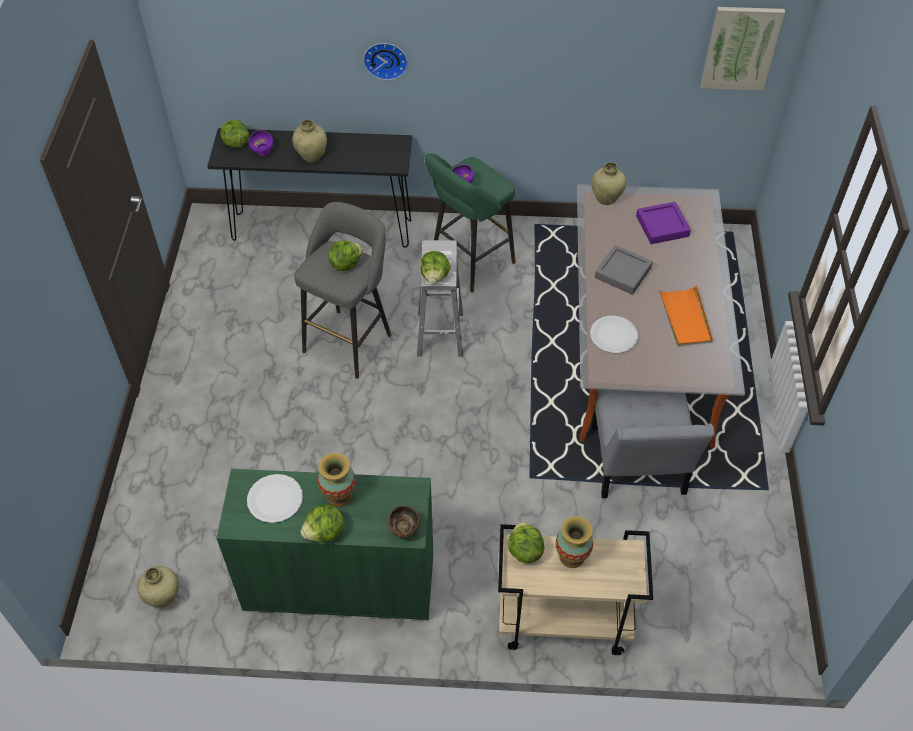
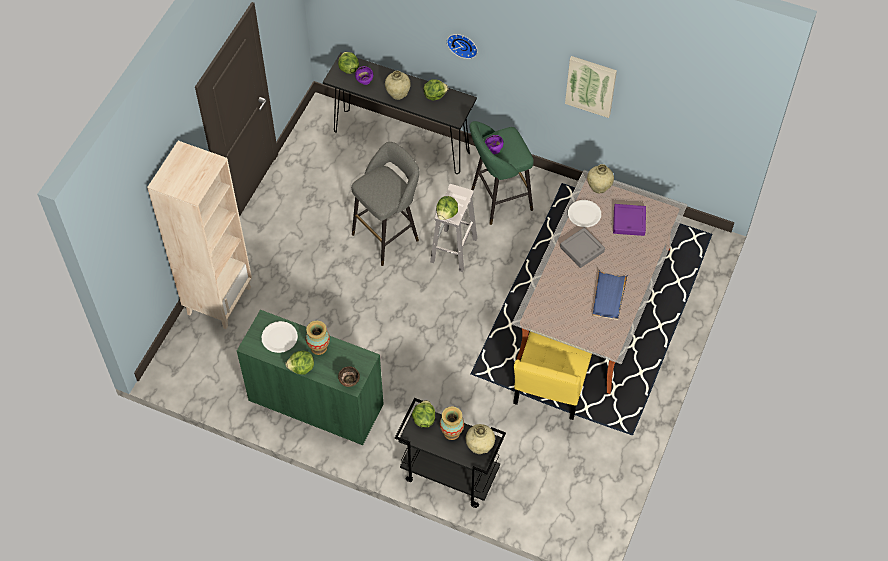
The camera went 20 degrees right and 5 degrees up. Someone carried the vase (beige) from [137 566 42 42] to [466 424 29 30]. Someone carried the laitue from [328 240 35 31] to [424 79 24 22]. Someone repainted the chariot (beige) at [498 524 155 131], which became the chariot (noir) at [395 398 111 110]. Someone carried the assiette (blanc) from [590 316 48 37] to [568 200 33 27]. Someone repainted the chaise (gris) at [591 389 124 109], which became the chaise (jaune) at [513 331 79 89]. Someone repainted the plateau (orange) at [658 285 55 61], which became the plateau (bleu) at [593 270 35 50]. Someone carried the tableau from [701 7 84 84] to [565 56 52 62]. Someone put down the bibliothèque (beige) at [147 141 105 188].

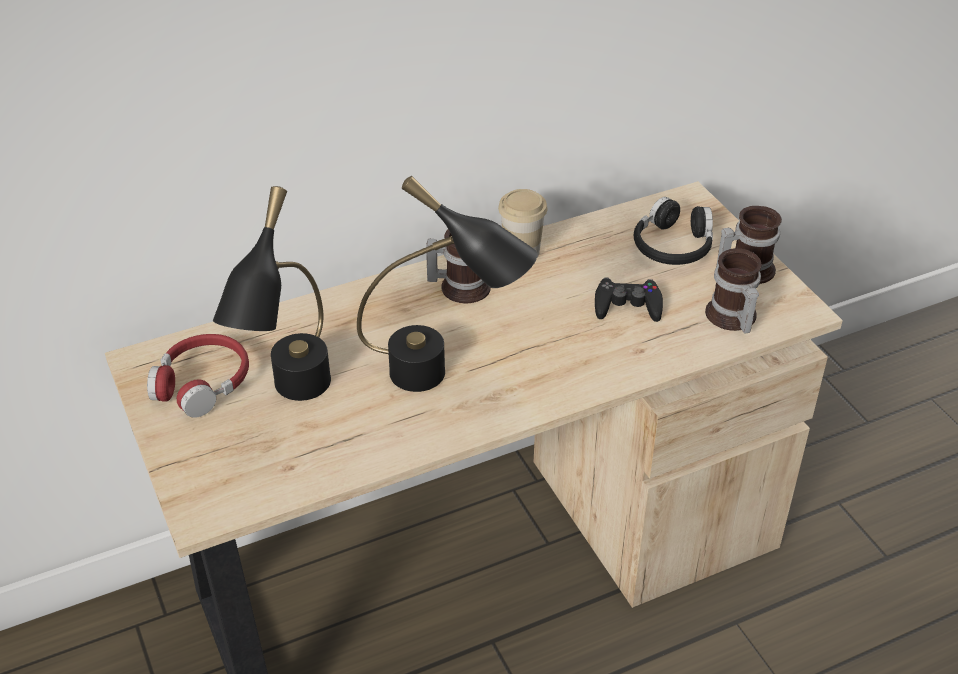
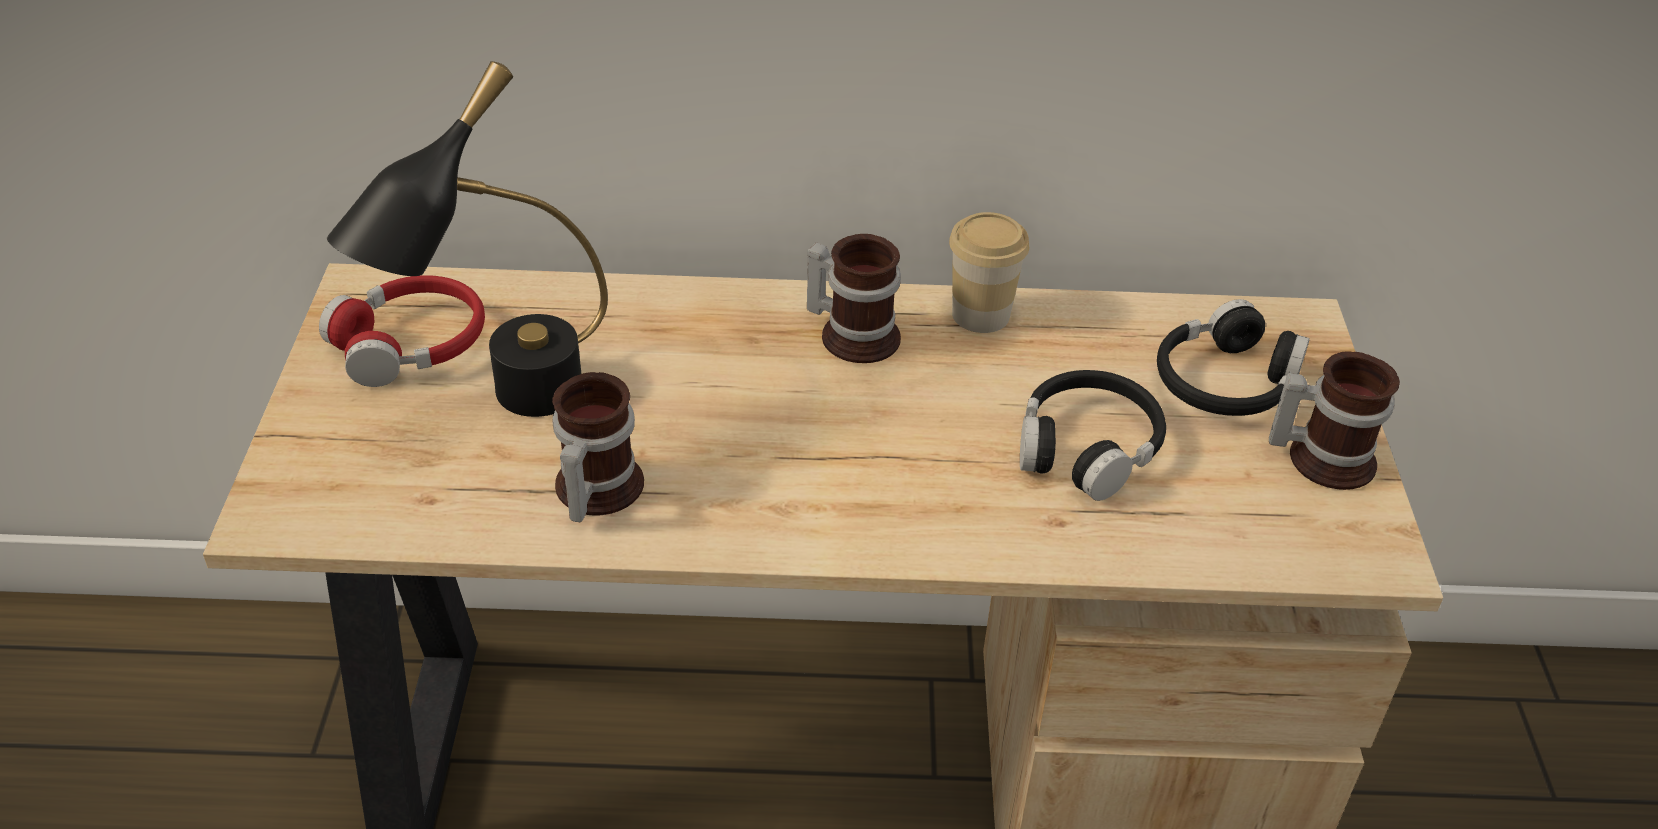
The camera went 25 degrees right and 0 degrees up. Someone took away the lampe de table (noir) at [357 176 181 216]. Someone swapped the manette (noir) at [595 277 68 45] for the casque audio (noir) at [1020 370 146 131]. Someone carried the mug from [705 248 57 85] to [552 372 92 150].

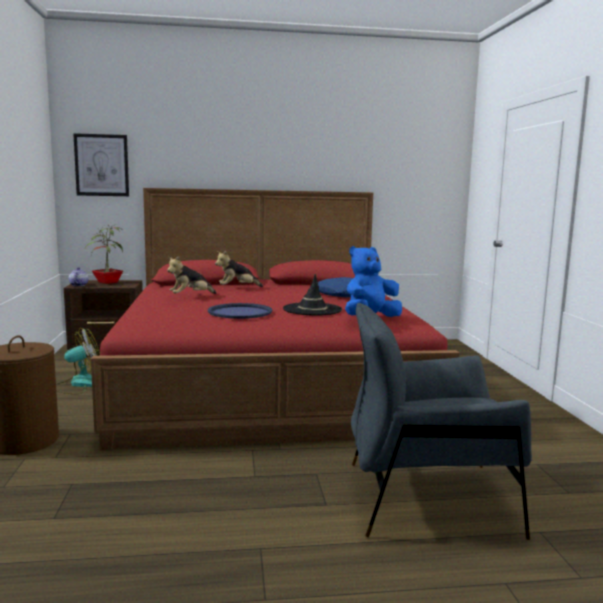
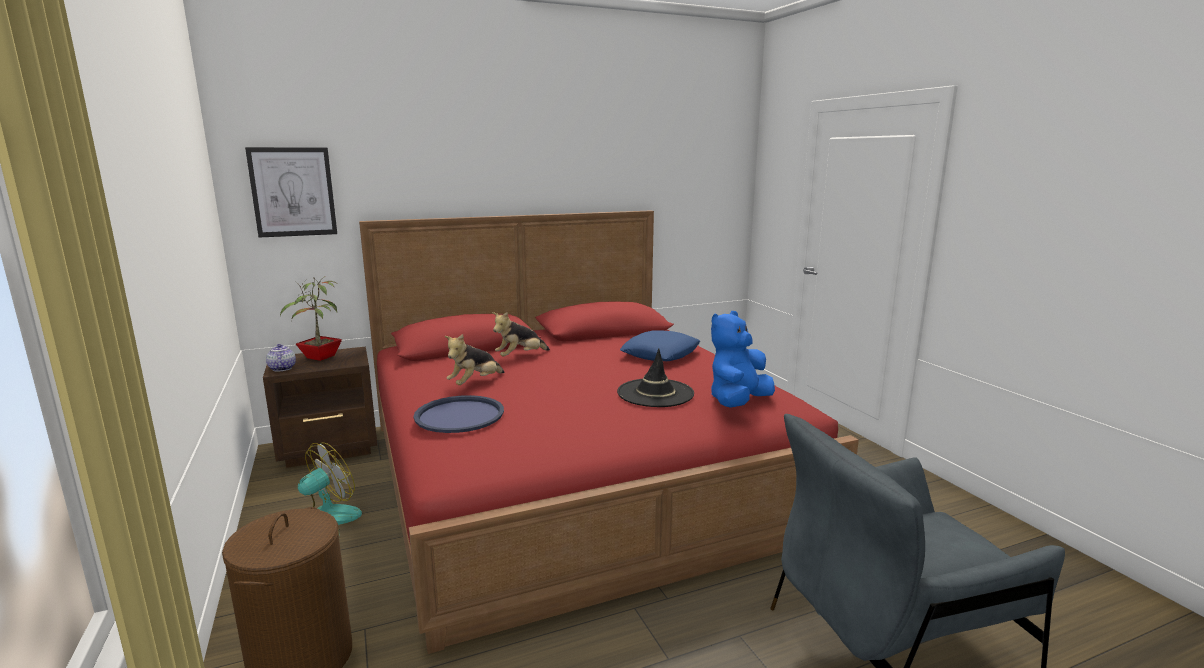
The camera went 15 degrees left and 5 degrees up. Someone carried the plateau (bleu) from [208 303 65 16] to [414 395 90 38].

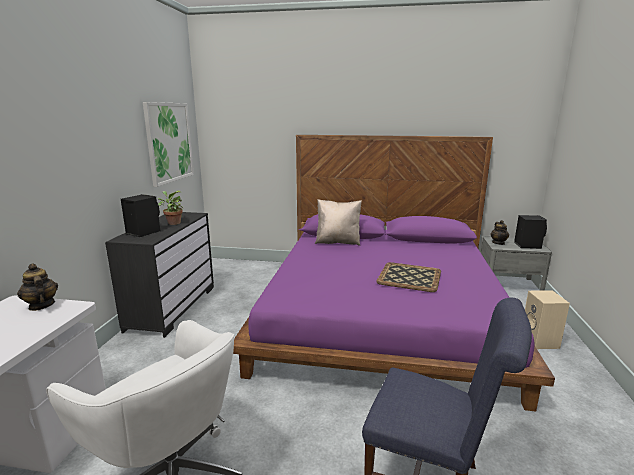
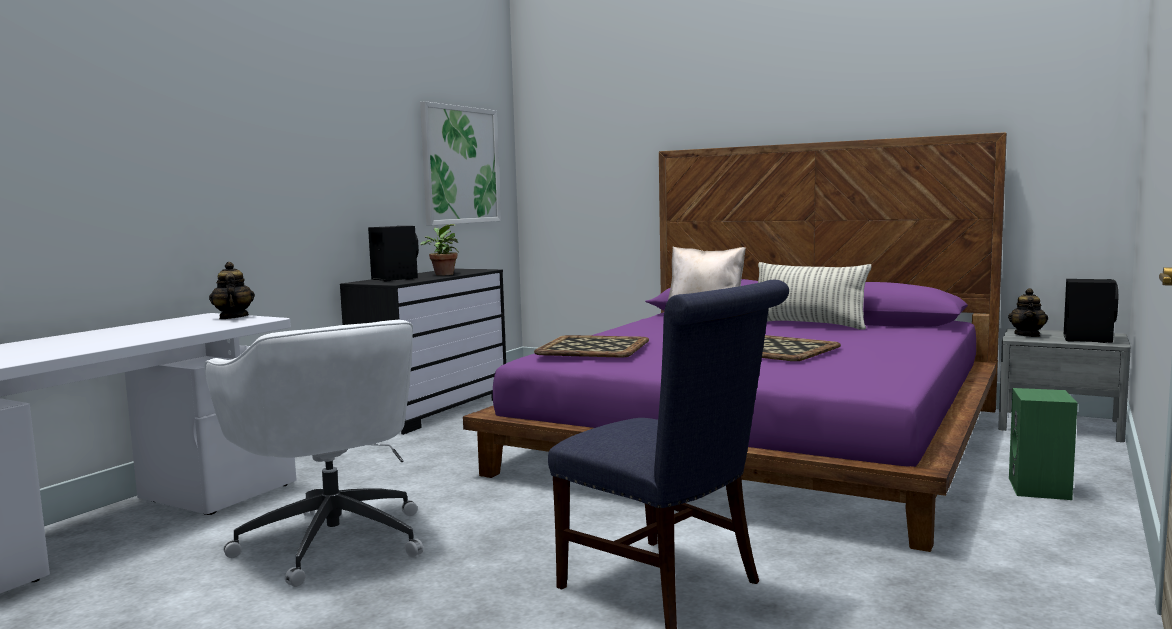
The camera went 20 degrees right and 10 degrees down. Someone repainted the enceinte (beige) at [525 290 45 59], which became the enceinte (vert) at [1009 388 68 112]. Someone put down the plateau at [534 335 115 23]. Someone put down the coussin at [758 262 113 68].

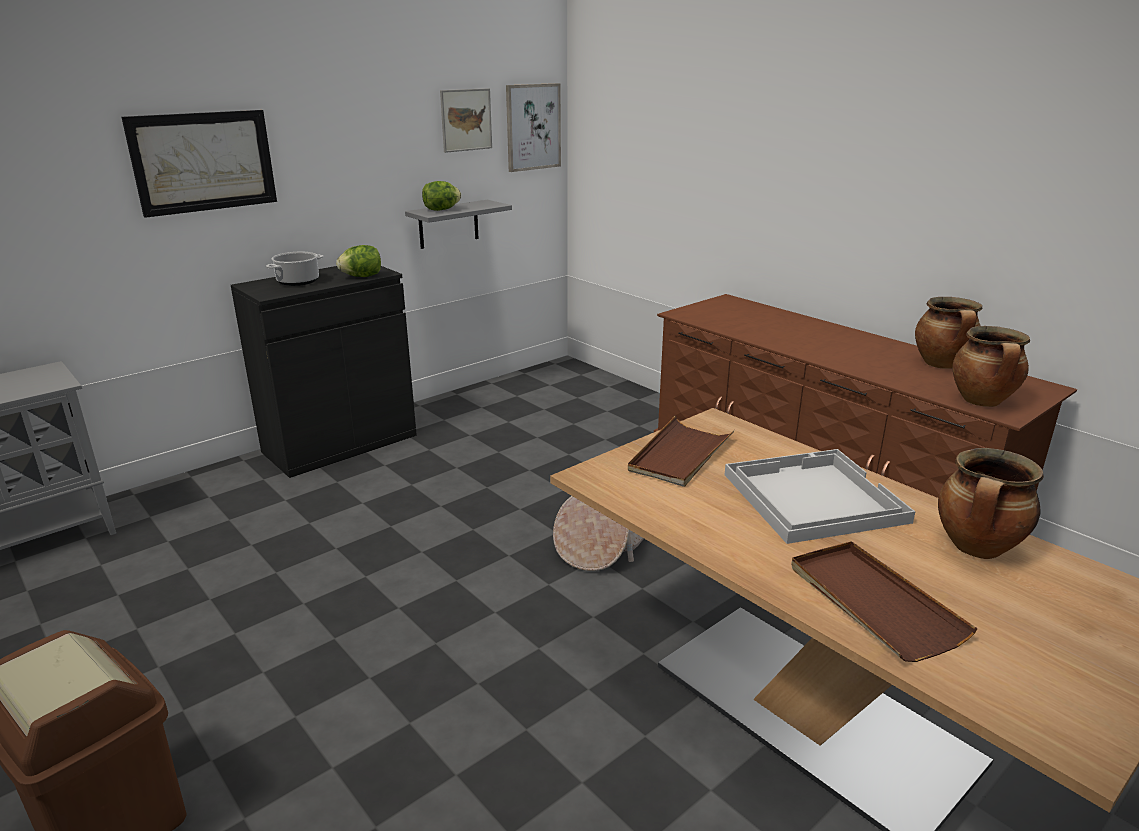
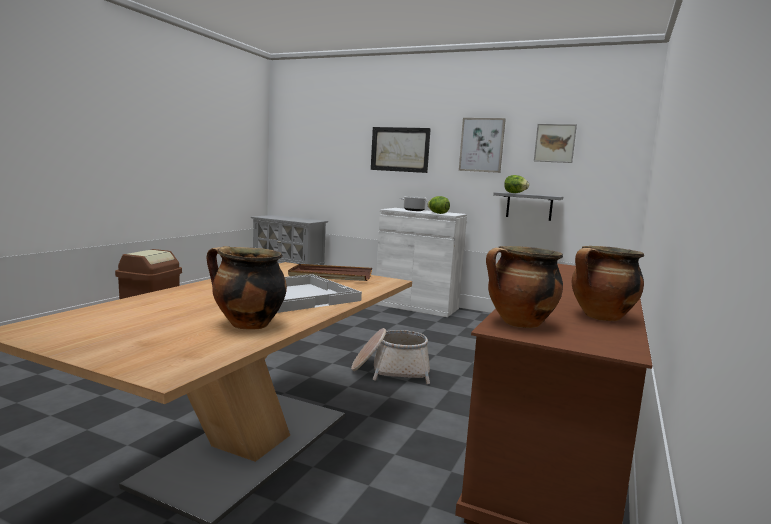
The camera went 65 degrees right and 15 degrees down. Someone repainted the meuble de rangement (noir) at [231 266 186 212], which became the meuble de rangement (blanc) at [375 208 92 109]. Someone carried the tableau from [506 83 55 89] to [459 118 47 55]. Someone took away the plateau (marron) at [791 541 187 121].

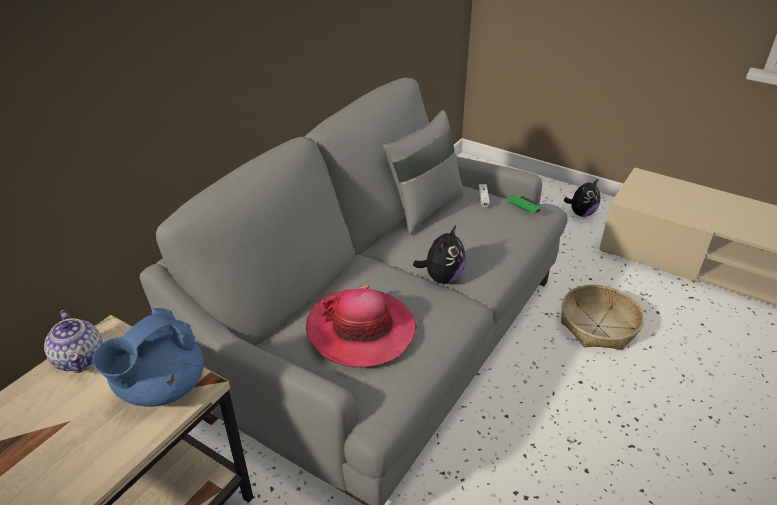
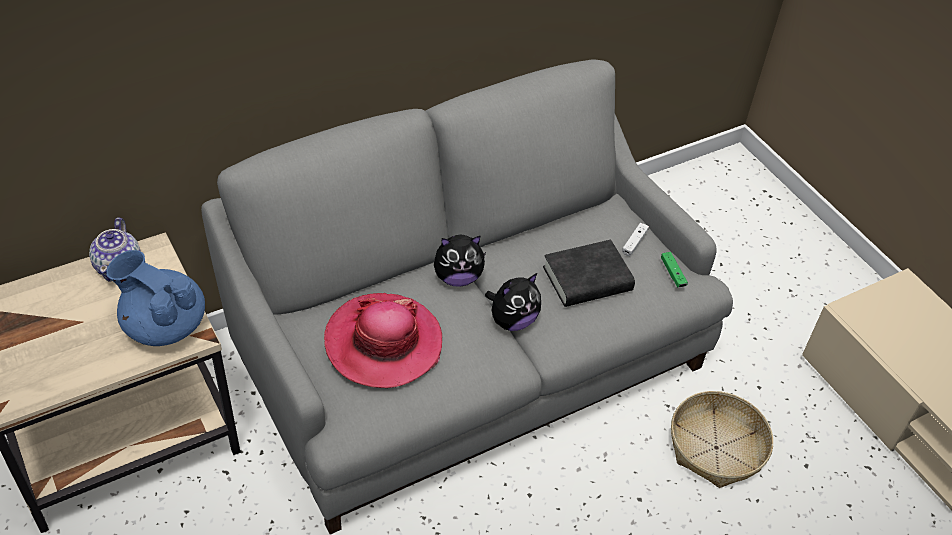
The camera went 25 degrees right and 10 degrees up. Someone rotated the théière (bleu) at [93 308 111 99] by 60 degrees clockwise. Someone took away the coussin (gris) at [383 110 81 125]. Someone carried the peluche from [564 179 37 38] to [434 235 52 52]. Someone put down the livre (noir) at [543 240 92 67].

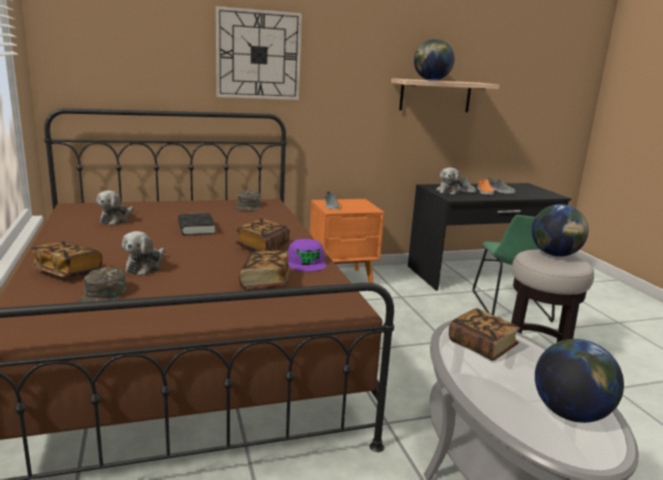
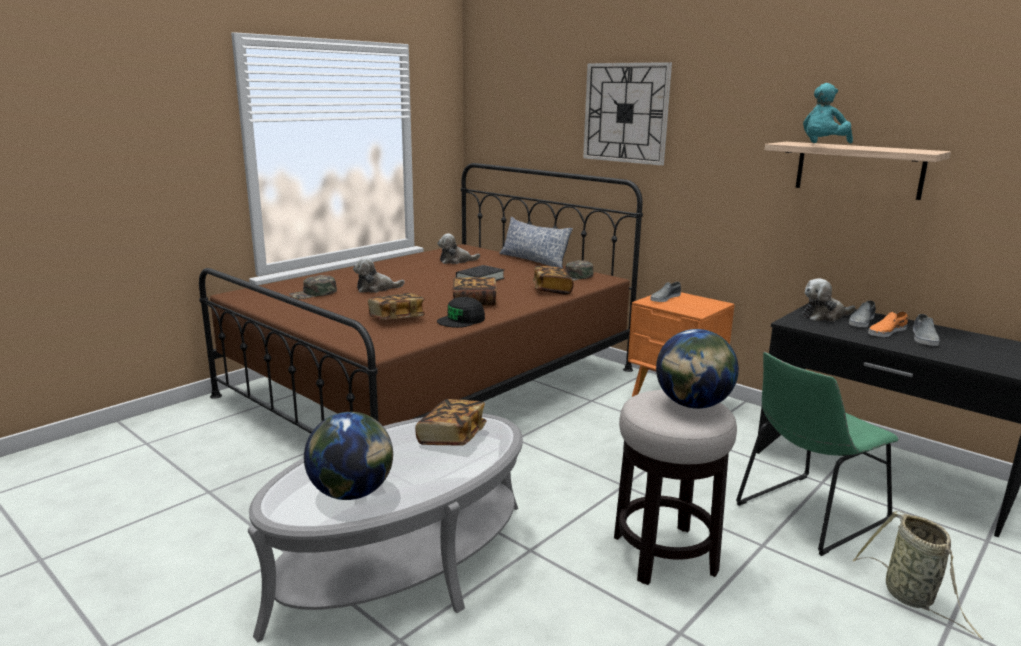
The camera went 60 degrees right and 0 degrees up. Someone carried the livre from [30 241 72 37] to [533 266 41 29]. Someone repainted the casquette (violet) at [288 239 38 33], which became the casquette (noir) at [437 297 48 31]. Someone swapped the globe at [414 39 41 42] for the peluche (turquoise) at [803 83 50 60]. Someone put down the coussin at [499 217 74 51]. Someone put down the panier at [853 511 131 129].

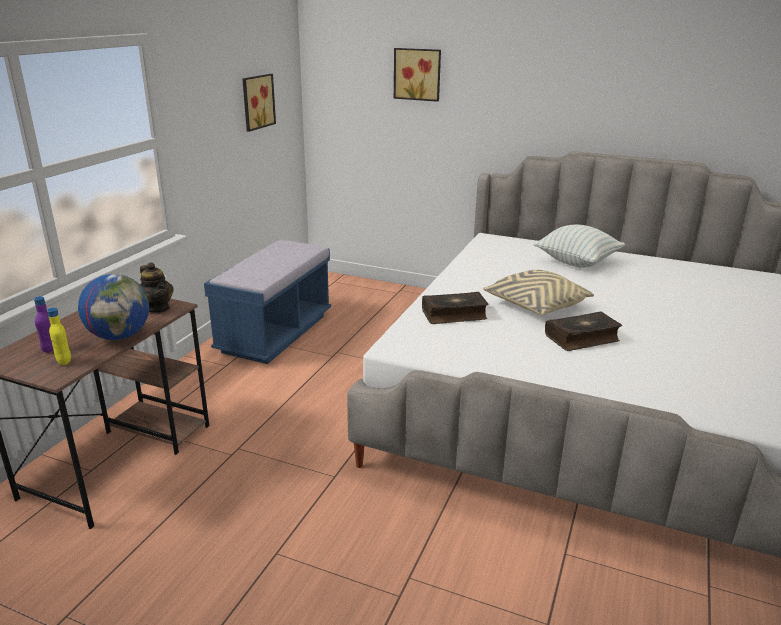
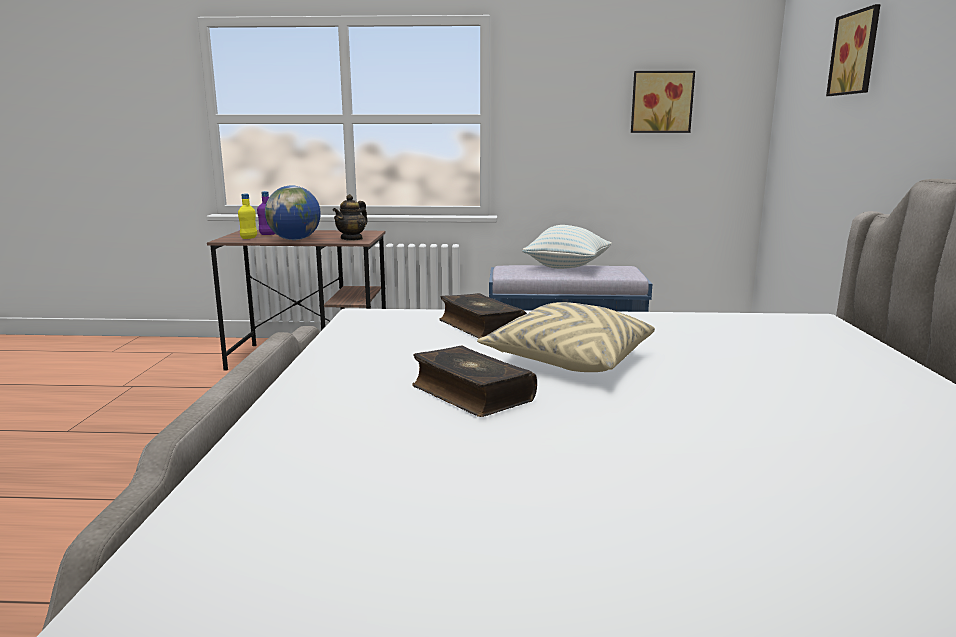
The camera went 70 degrees right and 10 degrees down. Someone carried the coussin from [533 225 92 43] to [522 225 90 44].

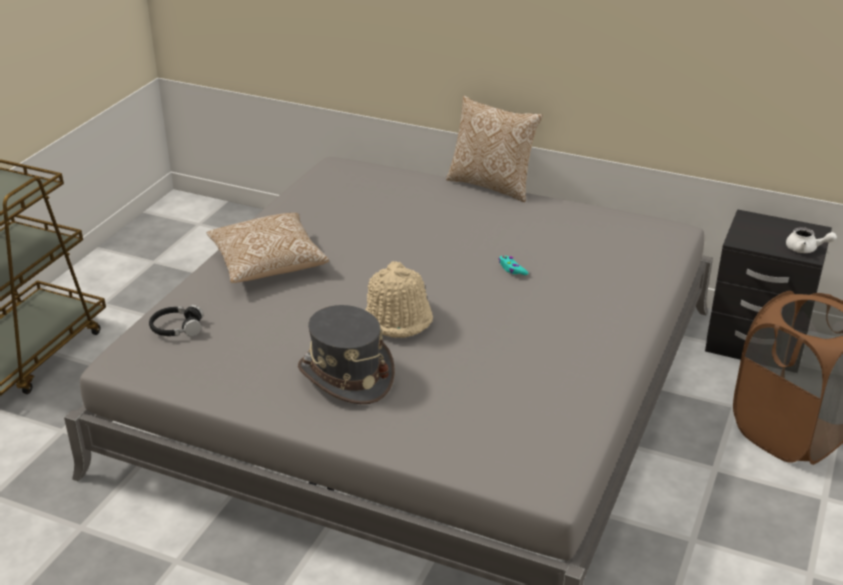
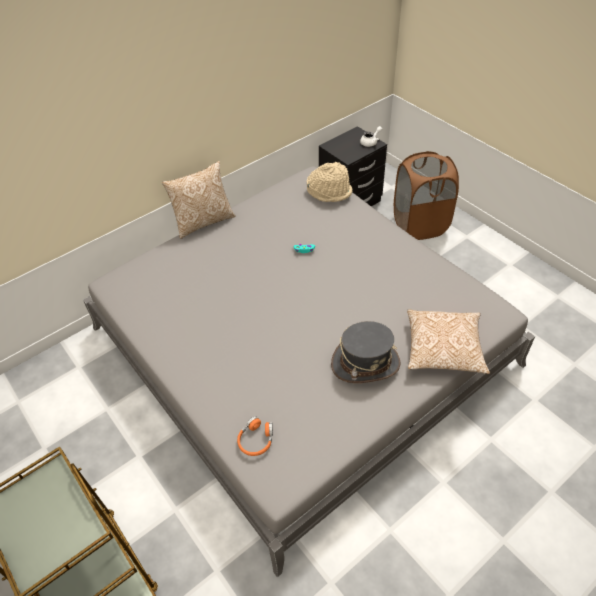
The camera went 60 degrees left and 15 degrees up. Someone repainted the casque audio (noir) at [149 305 54 31], which became the casque audio (orange) at [237 416 36 40]. Someone carried the coussin from [207 213 122 70] to [407 309 83 65]. Someone carried the chapeau (beige) from [365 261 68 77] to [307 162 45 40].

